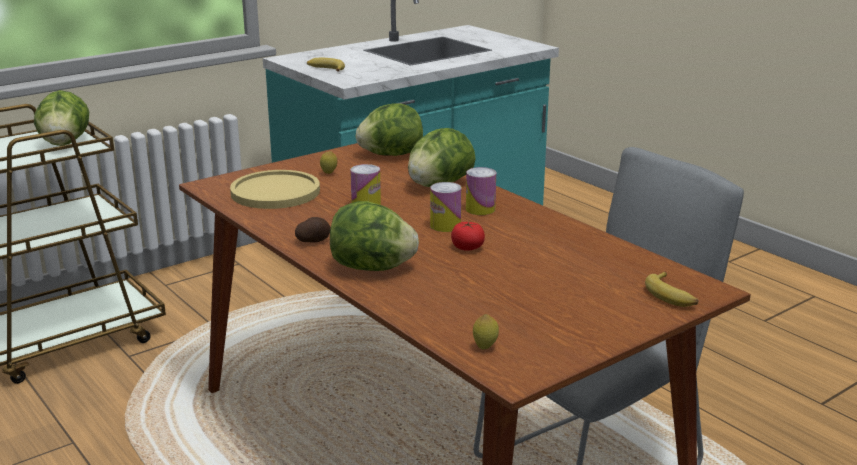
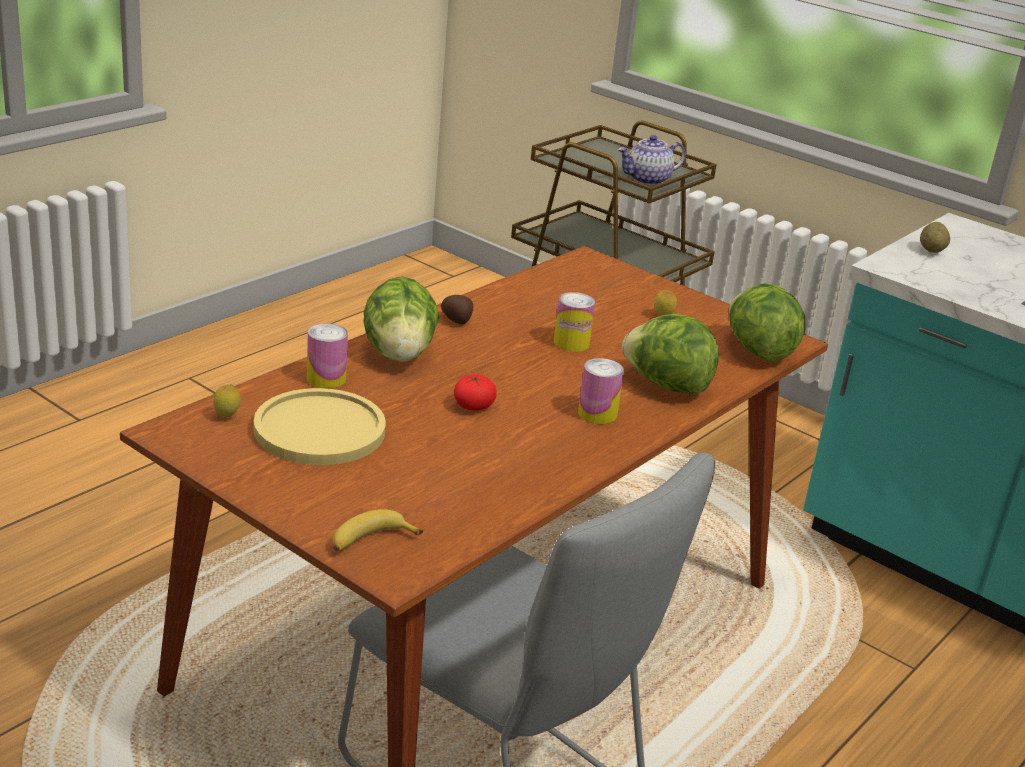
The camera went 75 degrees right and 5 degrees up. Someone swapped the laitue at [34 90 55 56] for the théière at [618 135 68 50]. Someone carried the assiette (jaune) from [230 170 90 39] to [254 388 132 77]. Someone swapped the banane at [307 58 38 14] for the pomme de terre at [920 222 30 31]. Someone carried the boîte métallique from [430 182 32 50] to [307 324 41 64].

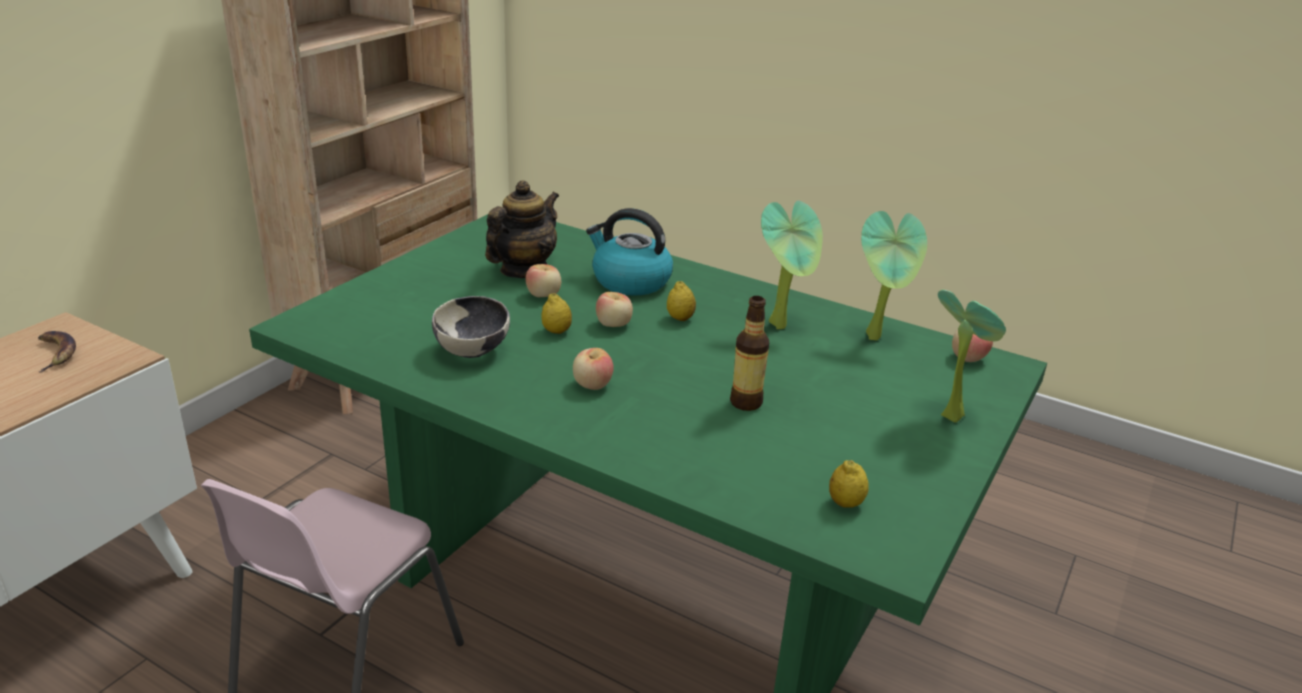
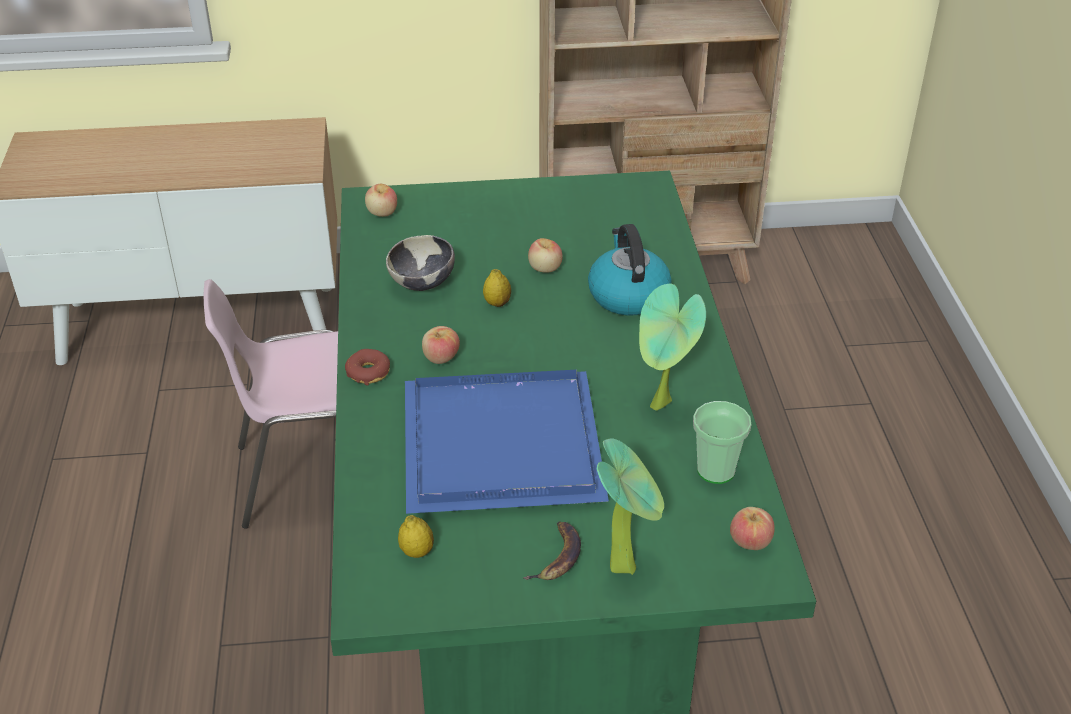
The camera went 55 degrees right and 10 degrees up. Someone carried the banane from [38 331 38 42] to [523 522 58 58]. Someone took away the théière at [485 180 74 98]. Someone carried the pomme from [596 292 37 35] to [365 184 32 33]. Someone took away the citron at [667 281 29 40]. Someone swapped the bouteille at [730 296 39 115] for the plateau (bleu) at [405 370 204 144]. Someone swapped the plante en pot at [861 211 66 130] for the tasse at [693 401 58 83]. Someone put down the beignet at [345 349 45 37].

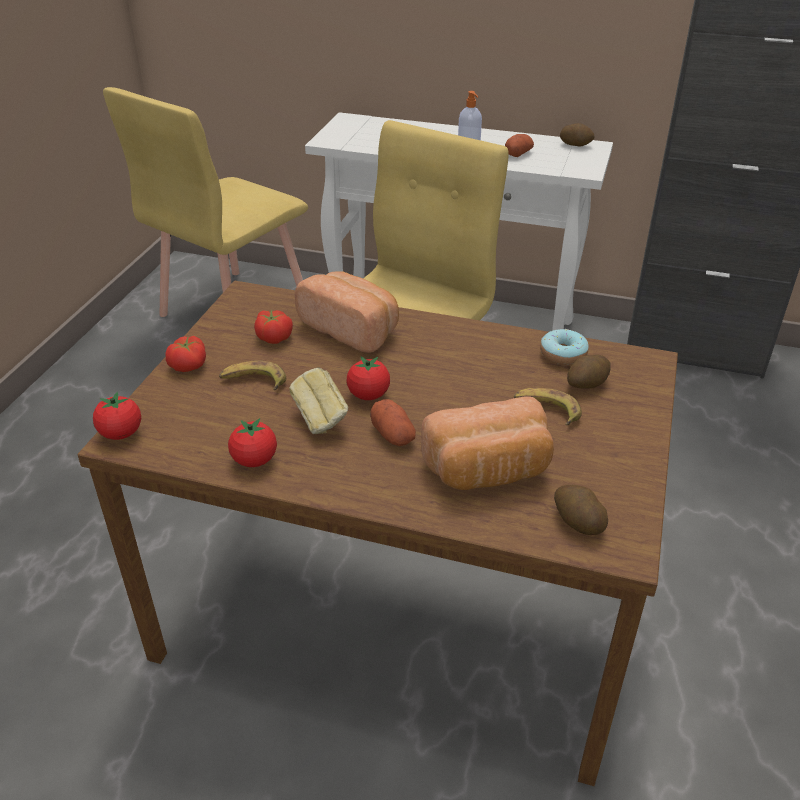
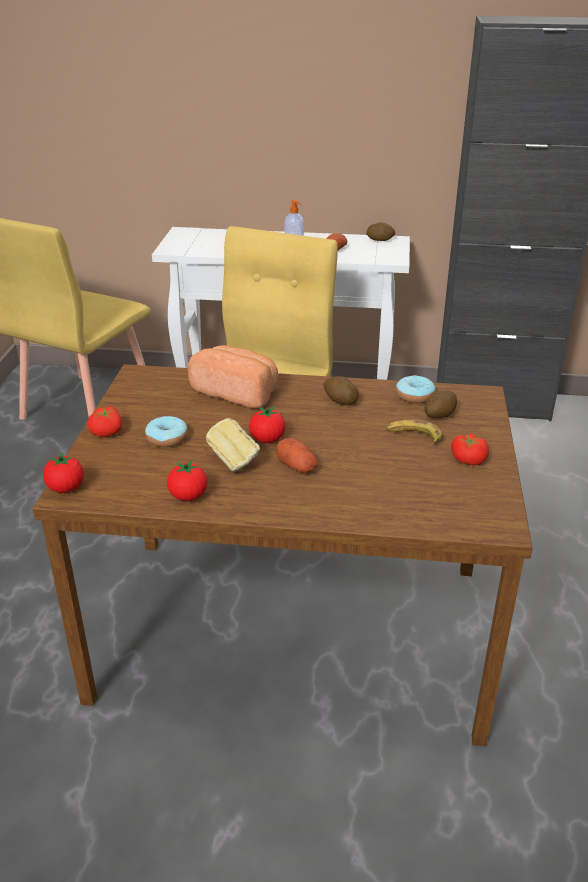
The camera went 10 degrees left and 5 degrees down. Someone swapped the banane at [219 360 67 30] for the beignet at [145 416 43 31]. Someone carried the tomate from [254 310 39 34] to [451 434 38 31]. Someone took away the pain at [421 396 133 94]. Someone carried the pomme de terre from [554 485 54 50] to [324 376 35 29].

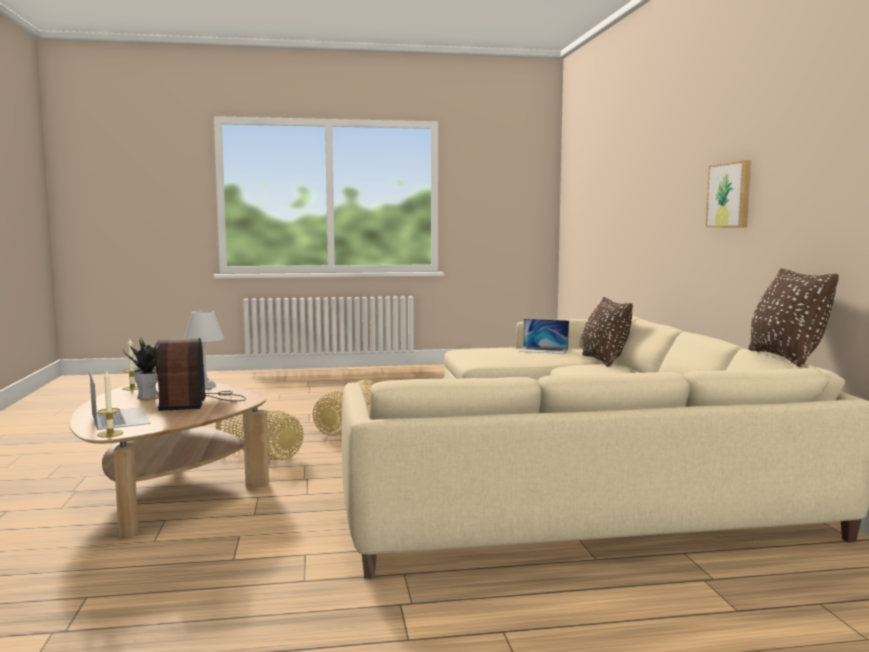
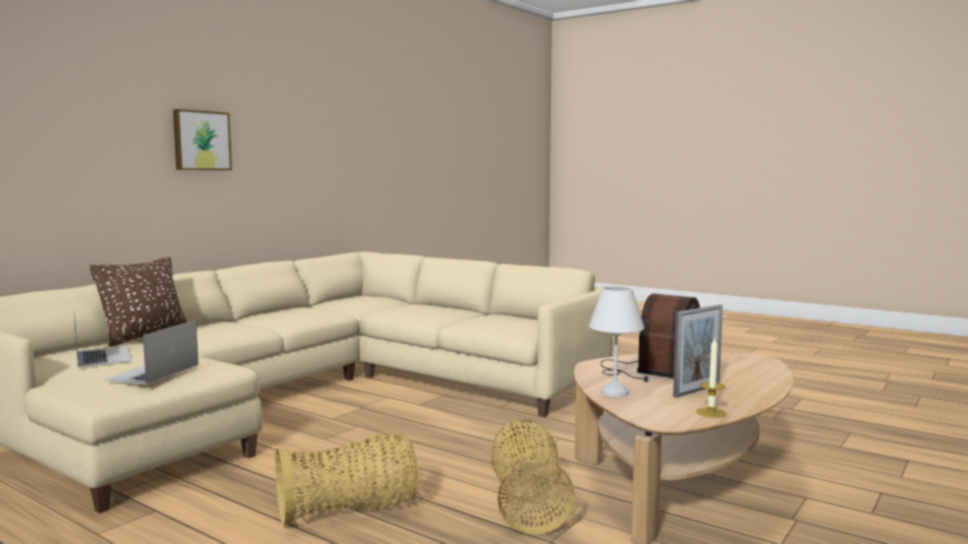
The camera went 135 degrees left and 0 degrees up. Someone carried the ordinateur portable from [89 370 62 60] to [104 320 94 64]. Someone took away the bougie at [97 369 27 69]. Someone swapped the plante en pot at [123 337 36 63] for the cadre photo at [673 304 50 94]. Someone took away the coussin (marron) at [748 268 91 99].

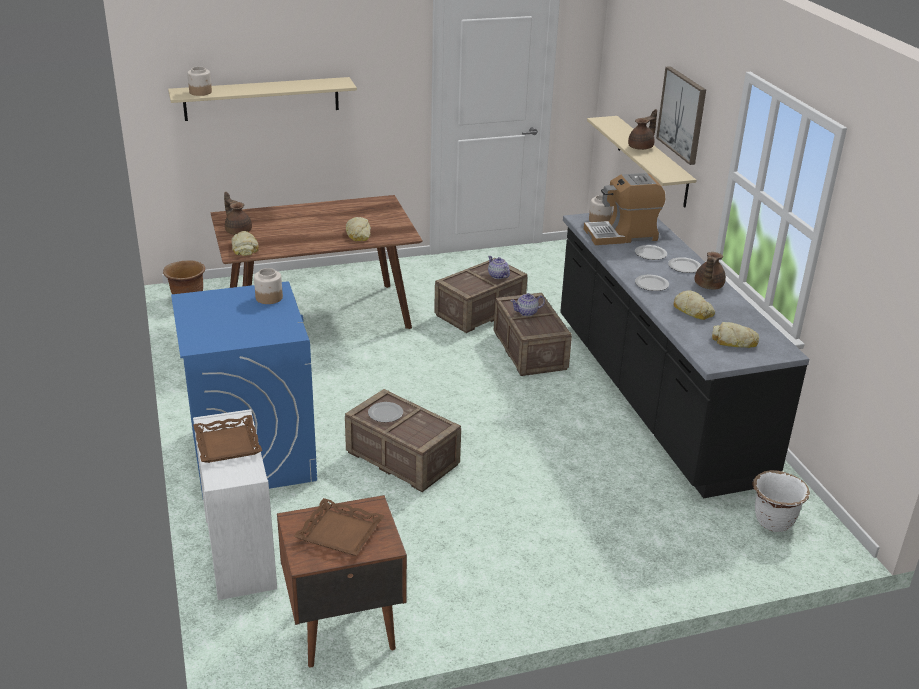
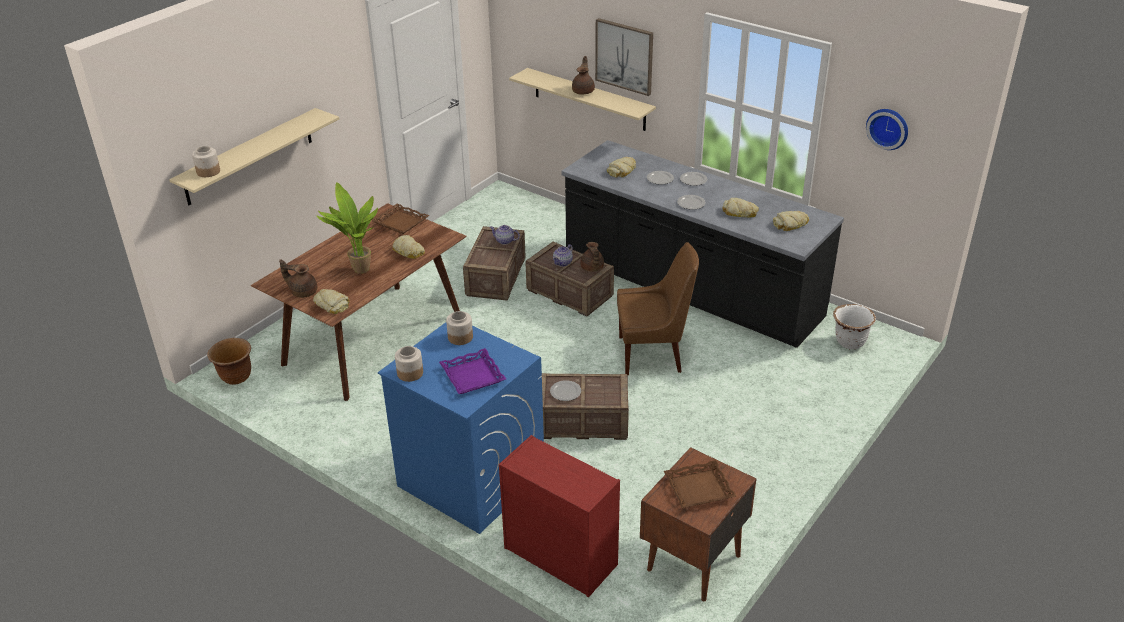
The camera went 35 degrees left and 5 degrees up. Someone repainted the commode (blanc) at [193 409 84 191], which became the commode (rouge) at [499 435 121 162]. Someone carried the plateau (marron) from [193 415 69 48] to [371 203 58 31]. Someone swapped the machine à café at [584 173 81 72] for the pain at [607 157 29 20]. Someone carried the bocal from [589 195 24 27] to [395 346 28 36]. Someone carried the théière (marron) from [694 252 32 38] to [580 242 24 30]. Someone put down the plante en pot at [316 182 62 92]. Someone put down the plateau (violet) at [439 348 67 46]. Someone put down the chaise (marron) at [617 242 82 133]. Someone put up the horloge murale at [866 109 42 41].

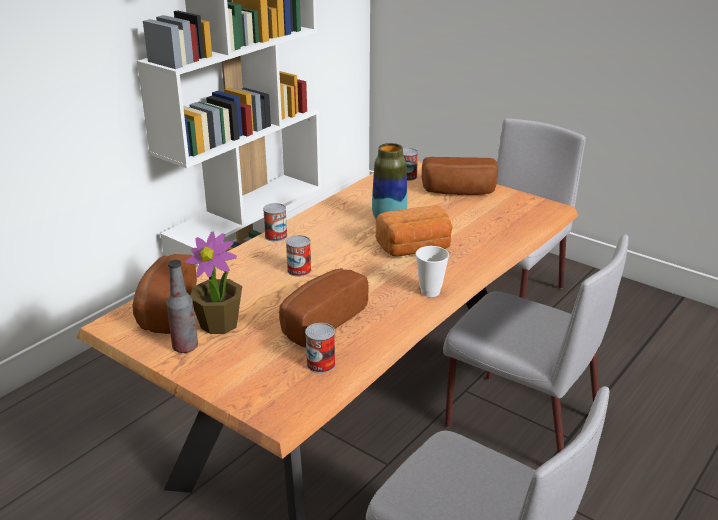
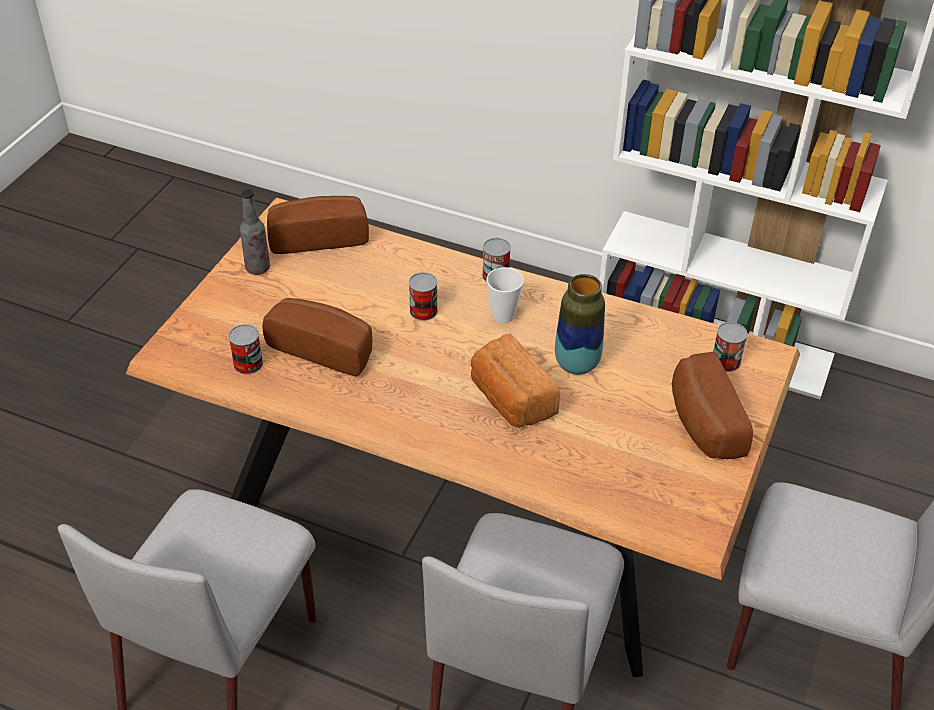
The camera went 75 degrees right and 15 degrees up. Someone took away the plante en pot at [186 232 56 102]. Someone carried the tasse from [416 246 33 51] to [486 267 38 57].

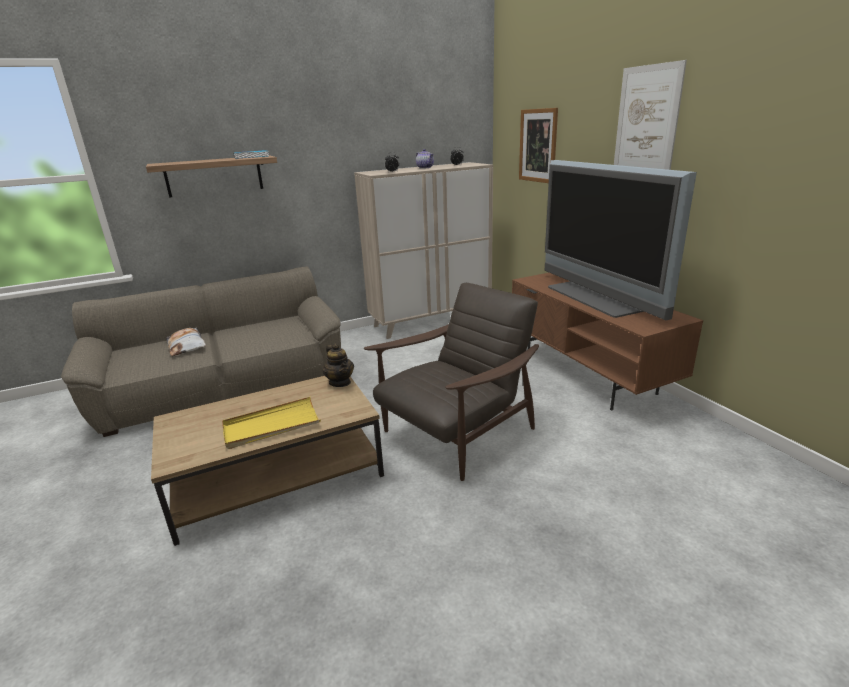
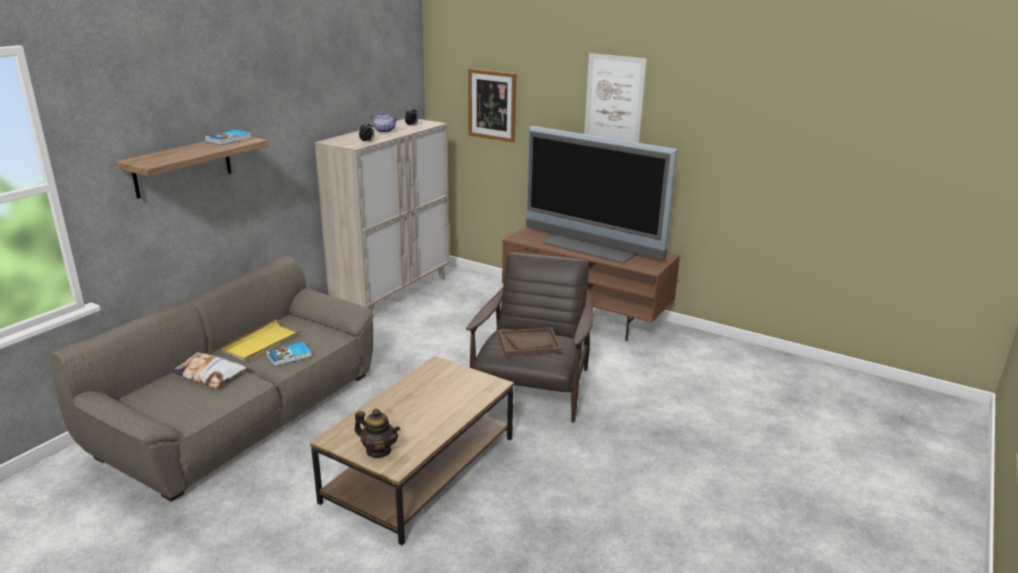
The camera went 35 degrees left and 0 degrees up. Someone carried the plateau (jaune) from [222 397 99 52] to [221 320 81 42]. Someone carried the théière from [322 344 32 43] to [354 409 46 49]. Someone put down the livre at [266 342 46 25]. Someone put down the plateau (marron) at [498 327 64 30].

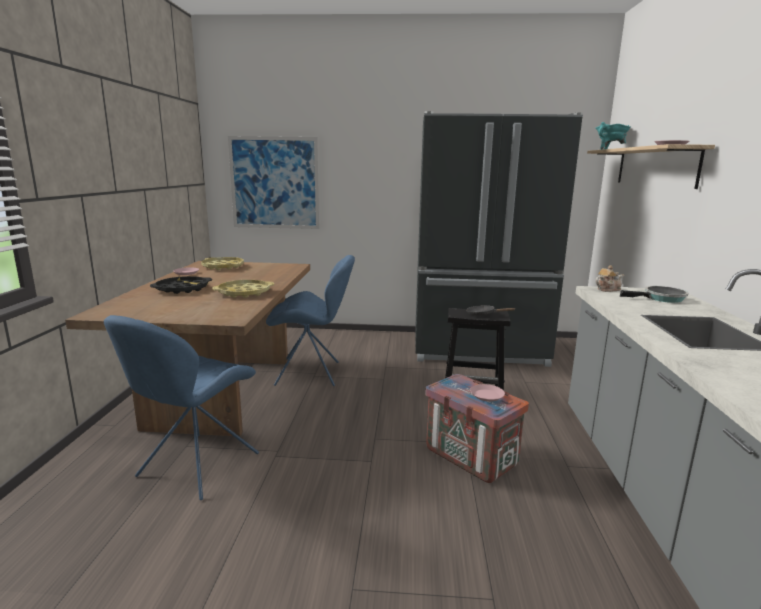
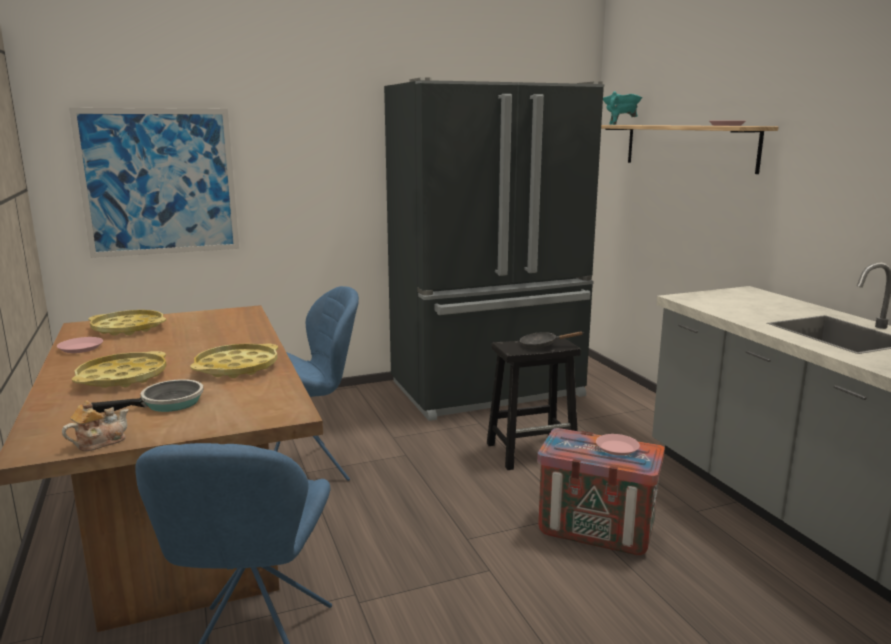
The camera went 25 degrees left and 0 degrees up. Someone repainted the plateau (noir) at [150 276 62 18], which became the plateau (jaune) at [72 351 95 37]. Someone carried the théière from [595 265 29 27] to [62 401 67 50]. Someone carried the poêle from [620 286 68 17] to [91 379 112 34].

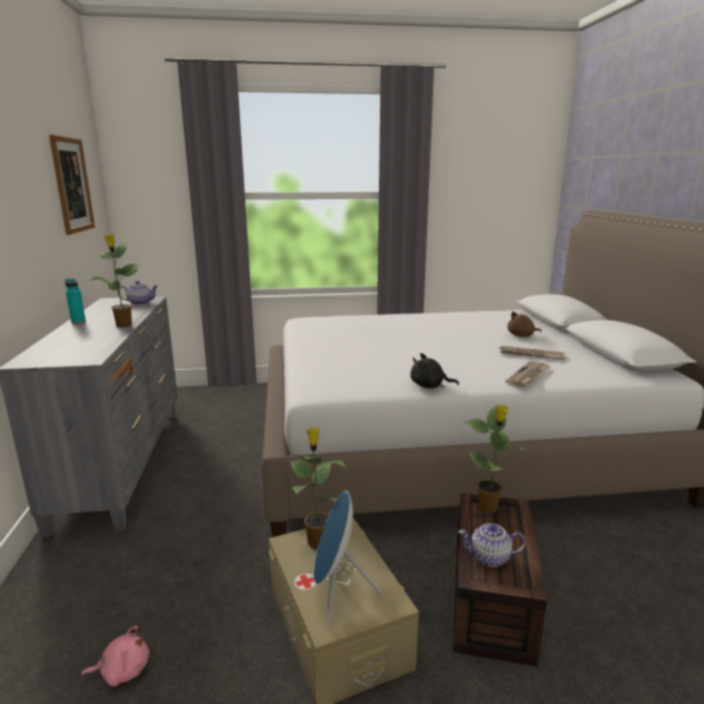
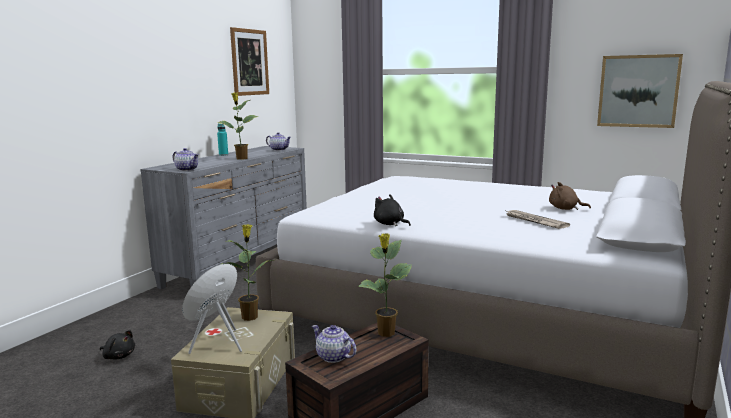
The camera went 35 degrees right and 5 degrees down. Someone repainted the peluche (rose) at [81 626 68 61], which became the peluche (noir) at [100 330 35 29]. Someone took away the journal at [506 361 45 26]. Someone put down the théière at [173 148 26 23]. Someone put up the tableau at [597 54 86 74].

